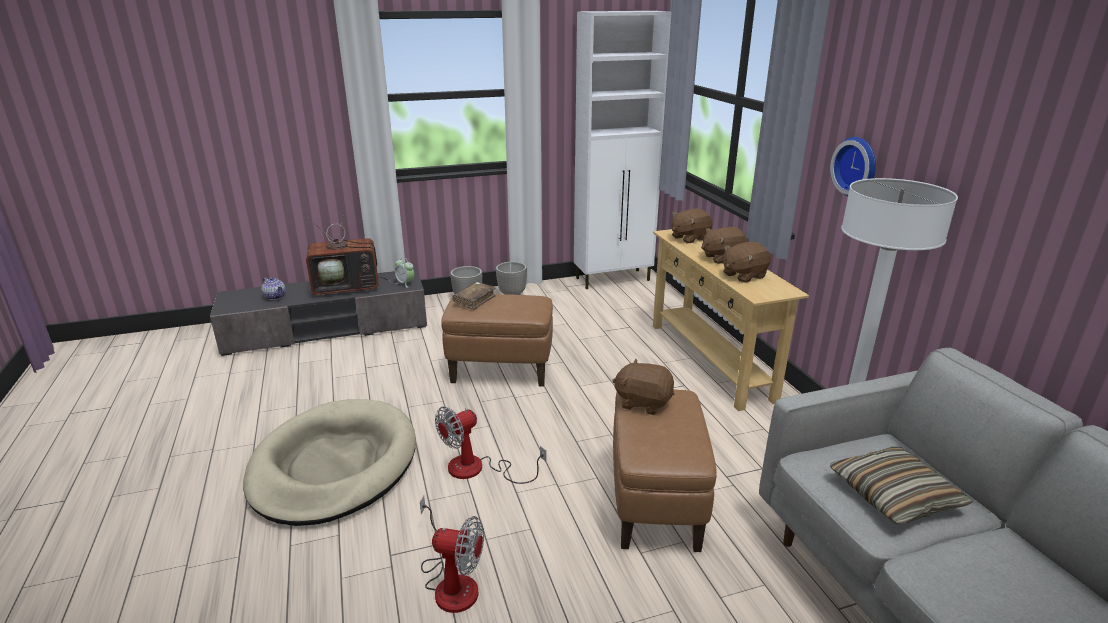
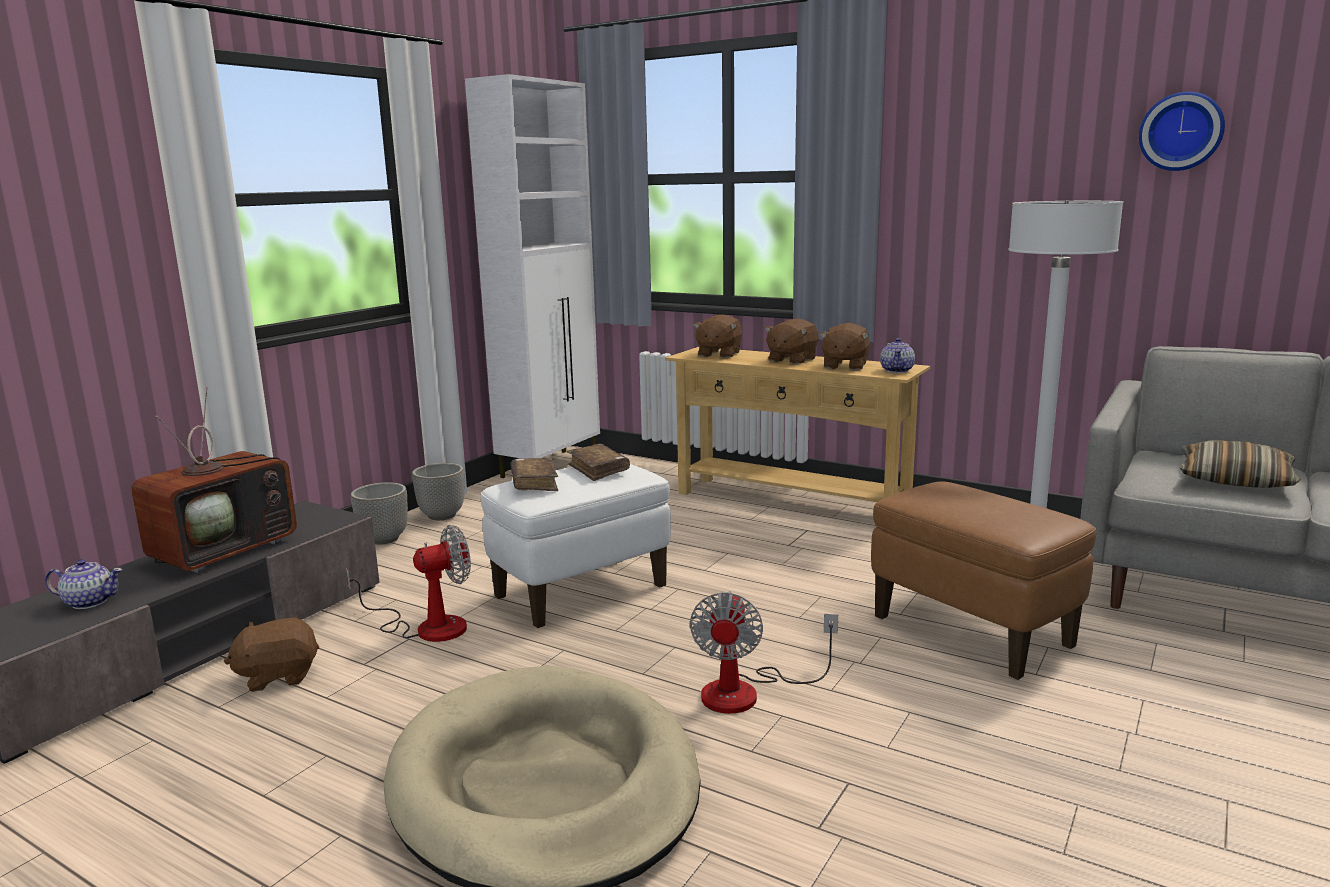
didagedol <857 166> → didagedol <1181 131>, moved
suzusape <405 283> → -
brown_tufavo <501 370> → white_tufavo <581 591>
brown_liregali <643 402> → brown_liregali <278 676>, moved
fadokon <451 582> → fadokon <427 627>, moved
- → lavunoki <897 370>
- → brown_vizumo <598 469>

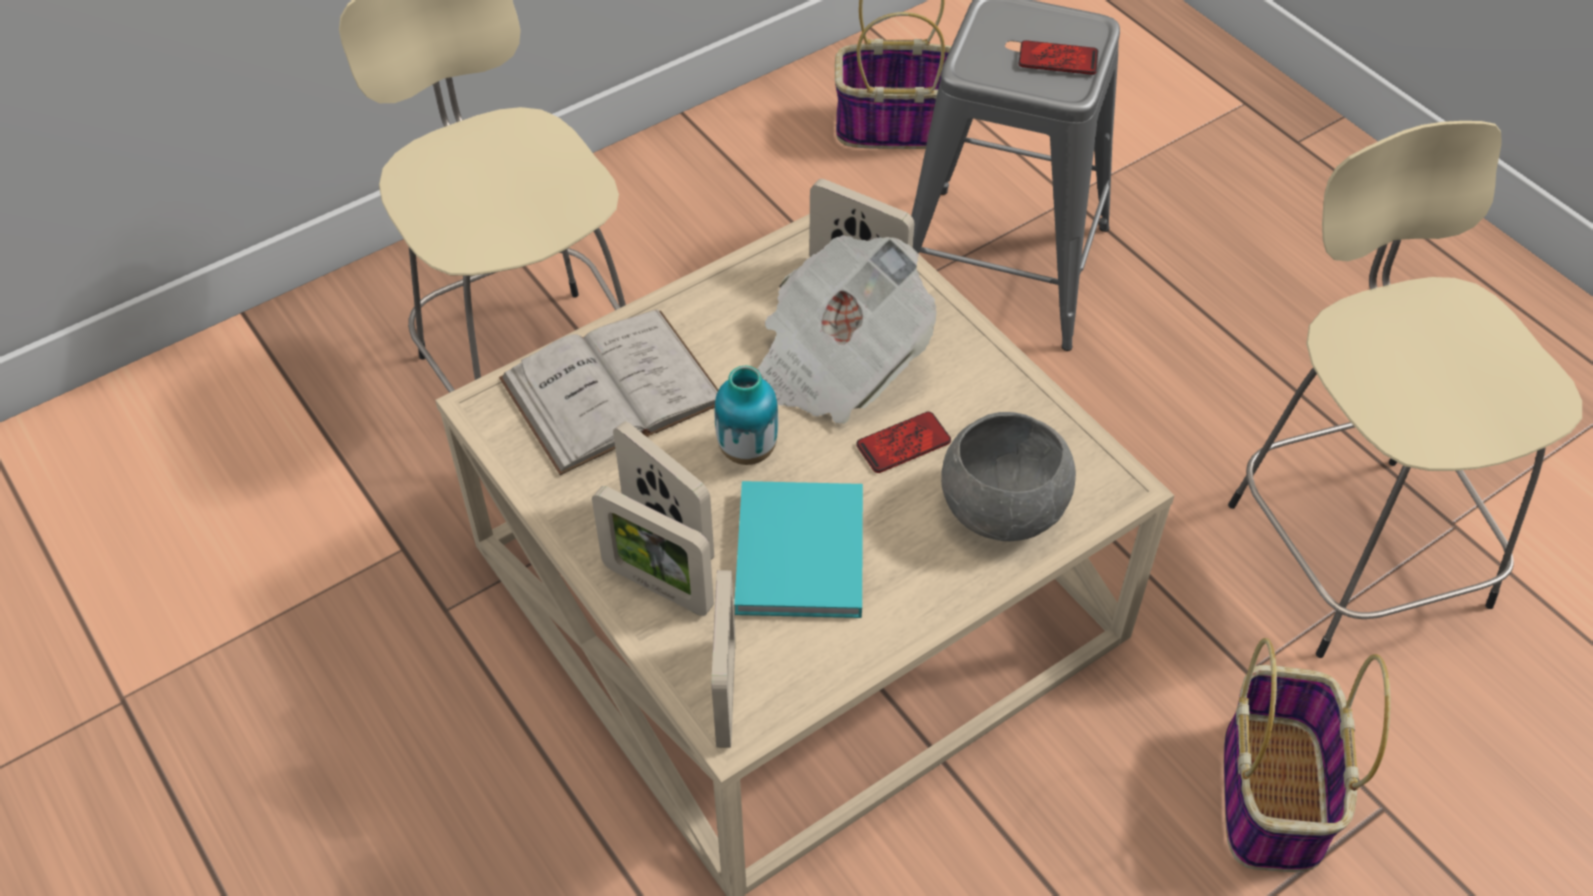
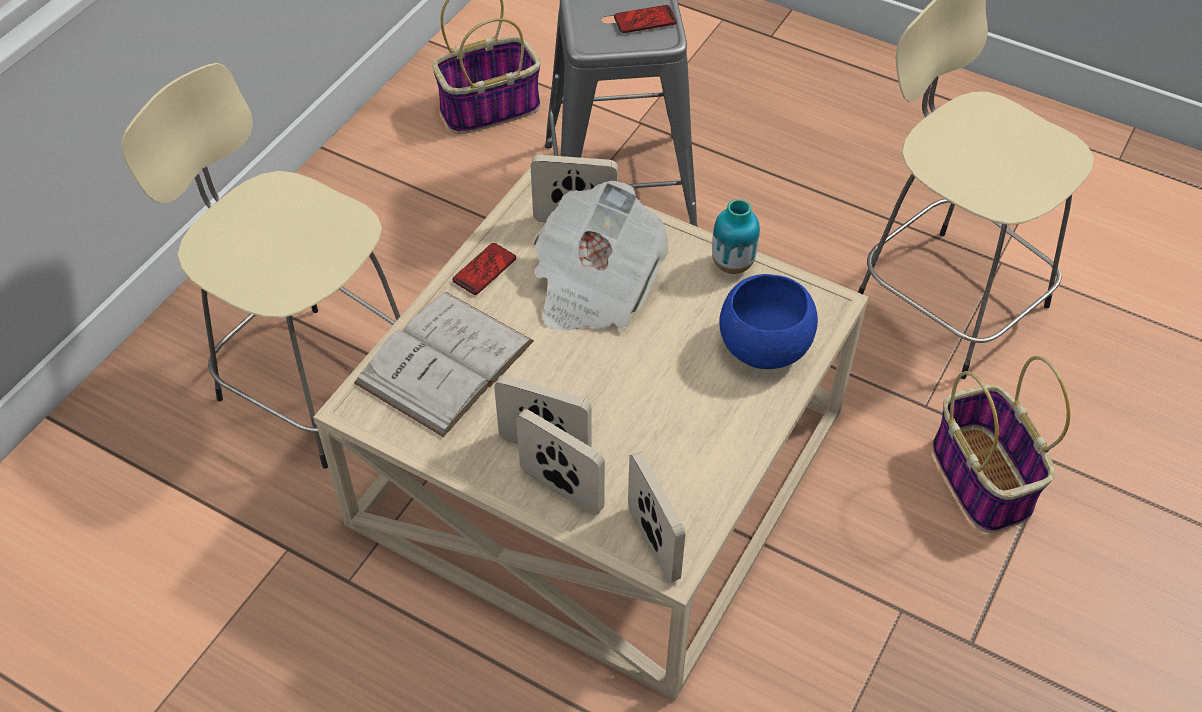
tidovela <747 450> → tidovela <732 264>, moved
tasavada <903 443> → tasavada <484 270>, moved
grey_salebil <1004 508> → blue_salebil <765 345>
turquoise_vizumo <800 557> → -
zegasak <658 587> → zegasak <561 489>, 150 degrees counterclockwise

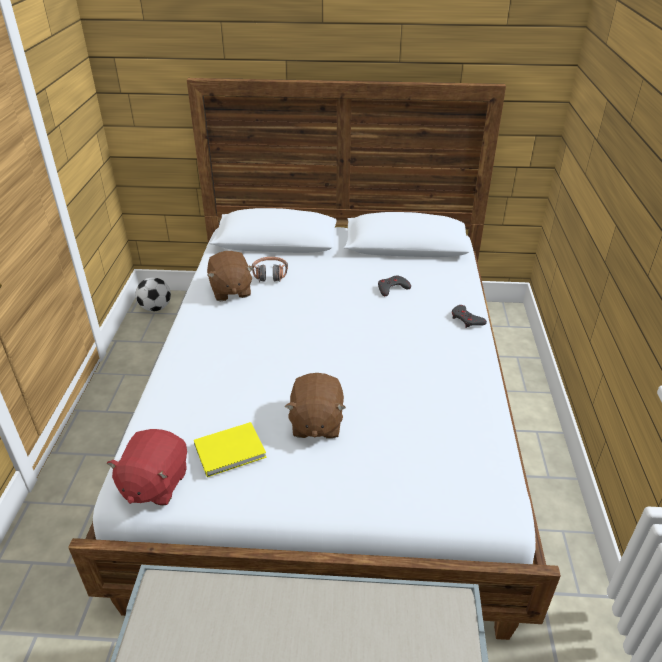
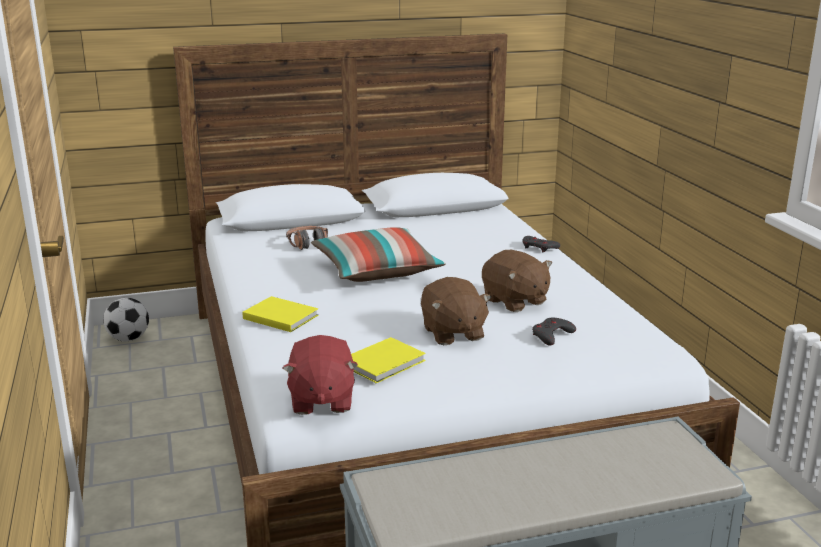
brown_liregali <230 290> → brown_liregali <515 301>, moved
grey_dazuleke <392 288> → grey_dazuleke <551 335>, moved
- → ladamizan <377 271>
- → yellow_vizumo <280 316>

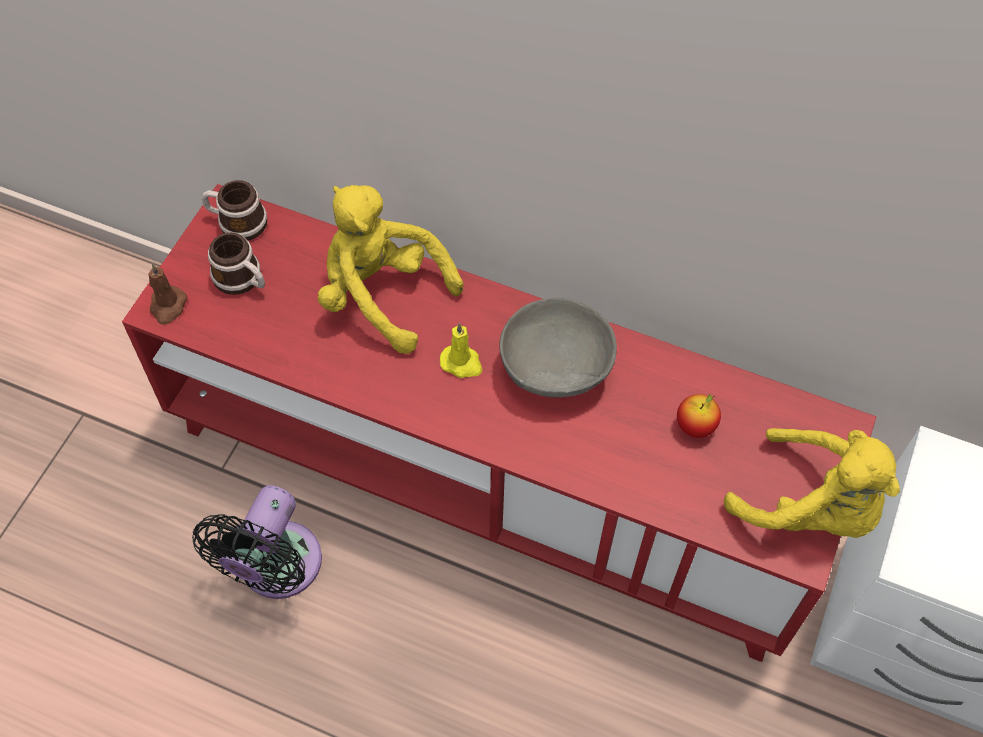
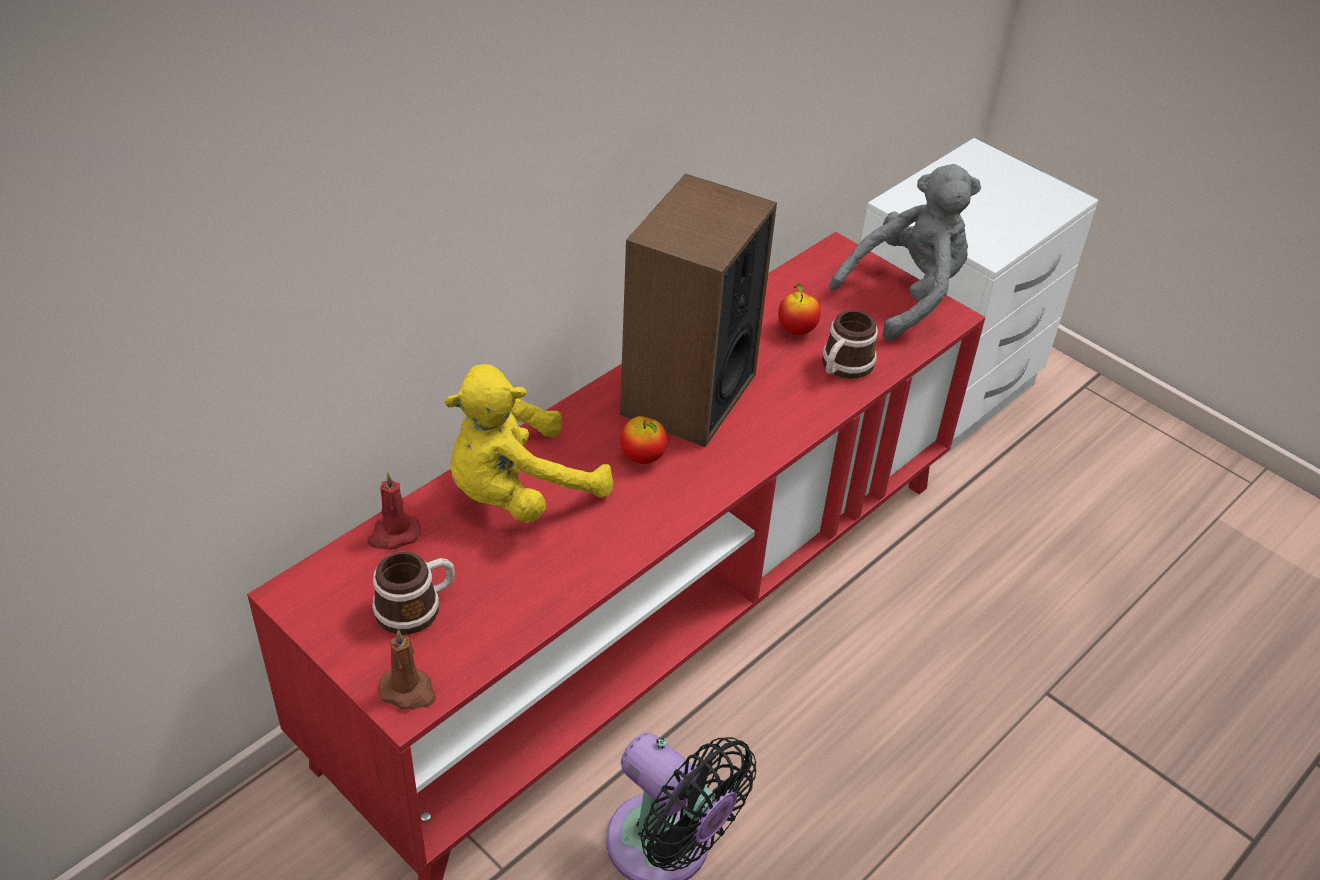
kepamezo <236 222> → kepamezo <843 367>, moved
grey_salebil <557 369> → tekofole <687 394>
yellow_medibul <462 363> → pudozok <643 457>
yellow_liregali <811 507> → grey_liregali <906 295>
- → red_medibul <393 534>

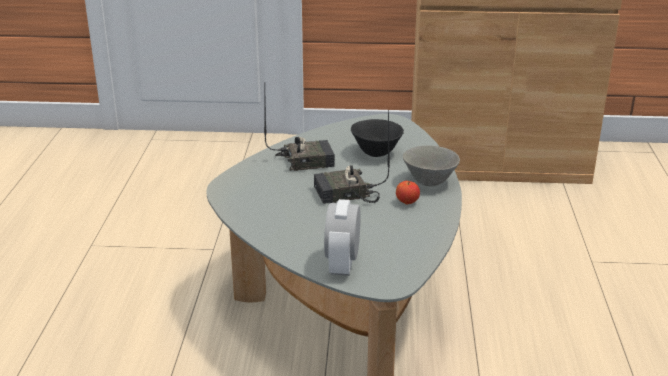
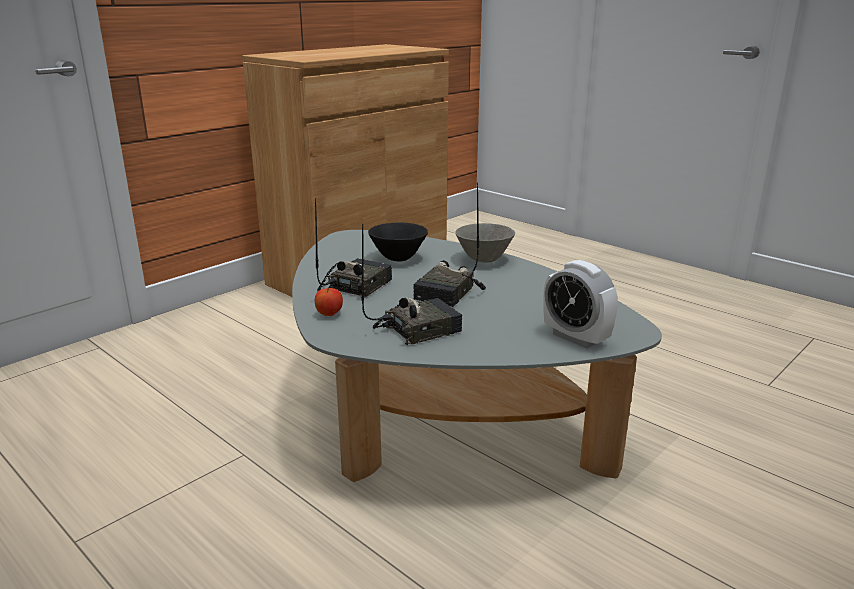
pudozok <407 202> → pudozok <329 314>, moved
- → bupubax <417 329>

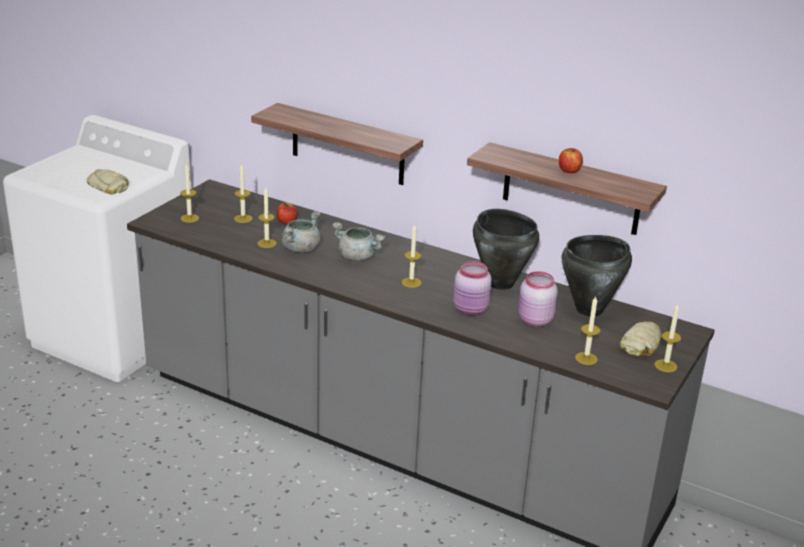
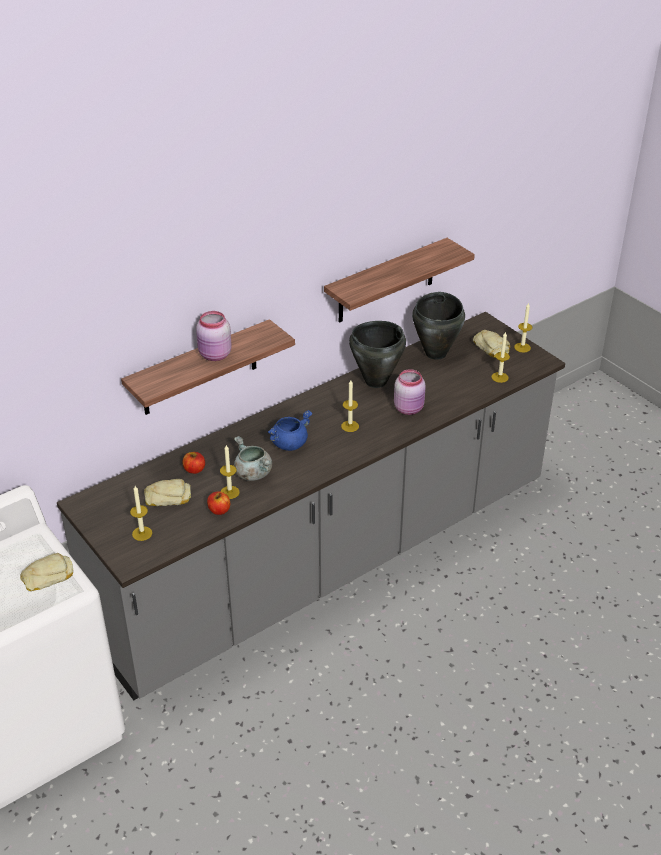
pudozok <569 170> → pudozok <219 510>, moved
medibul <243 218> → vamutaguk <168 496>
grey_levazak <358 257> → blue_levazak <289 443>
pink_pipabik <534 321> → pink_pipabik <215 355>, moved

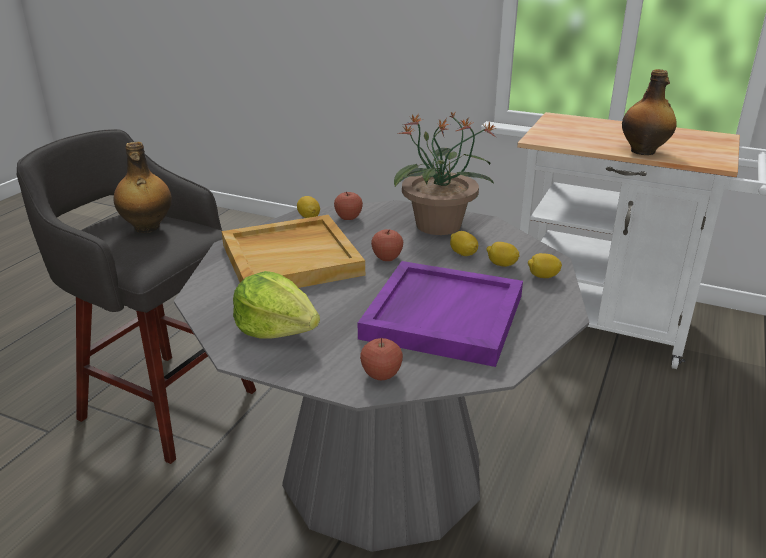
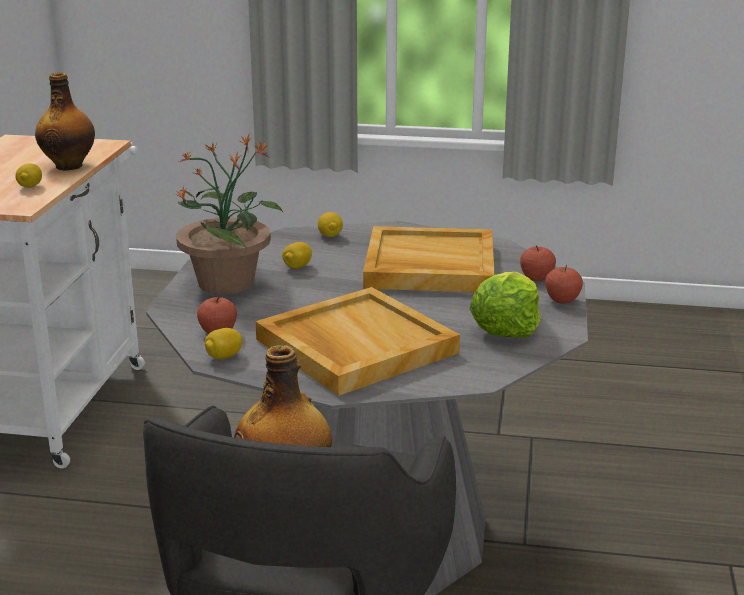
pudozok <387 258> → pudozok <562 300>, moved
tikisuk <501 264> → tikisuk <30 186>, moved
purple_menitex <442 315> → beige_menitex <428 266>

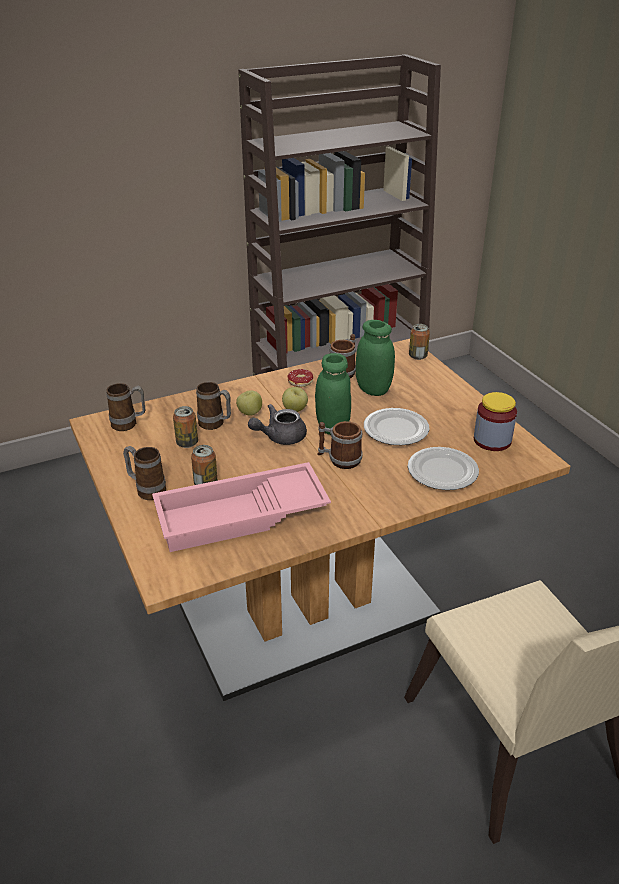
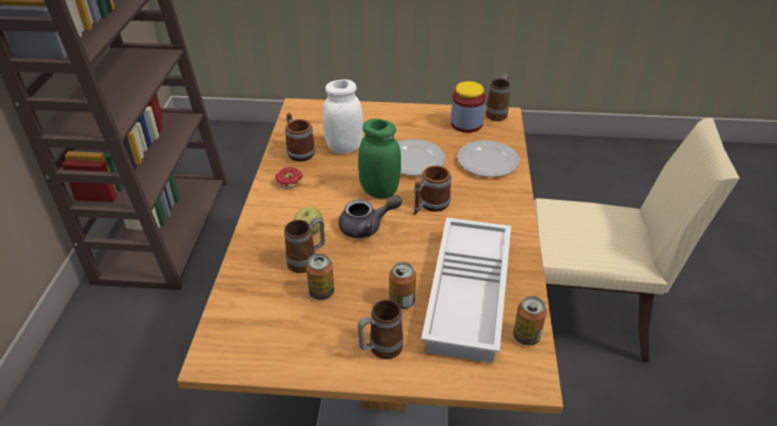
green_pipabik <373 389> → white_pipabik <344 148>
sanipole <418 356> → sanipole <526 336>, moved
kepamezo <129 424> → kepamezo <498 113>, moved
pudozok <295 410> → -
grey_lavunoki <279 437> → grey_lavunoki <367 227>, 105 degrees counterclockwise
pink_menitex <241 517> → white_menitex <470 295>

